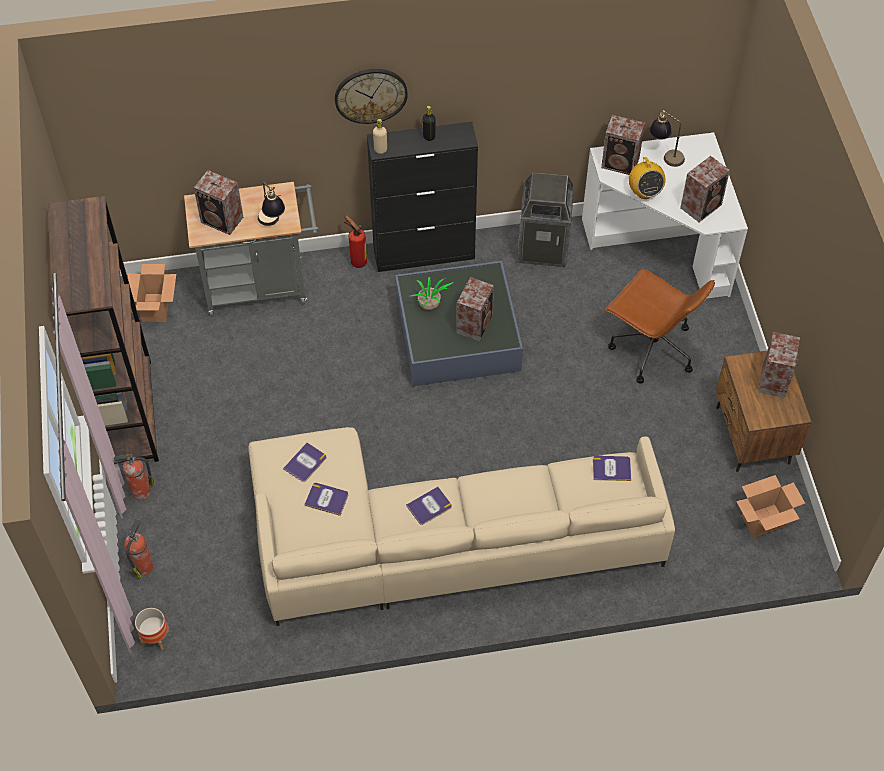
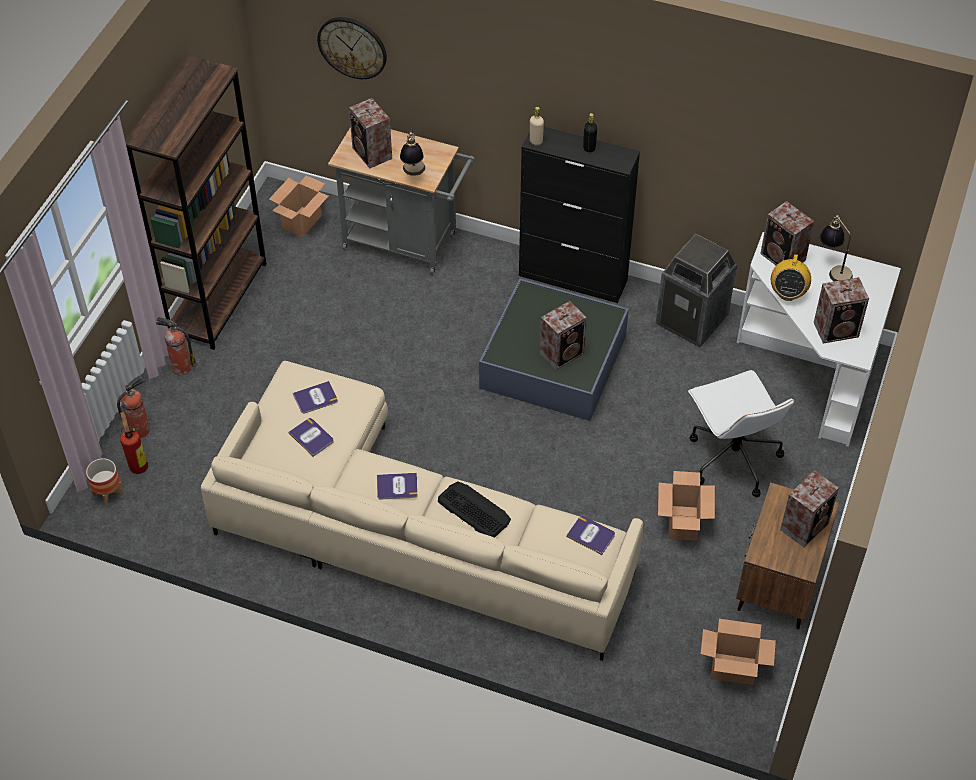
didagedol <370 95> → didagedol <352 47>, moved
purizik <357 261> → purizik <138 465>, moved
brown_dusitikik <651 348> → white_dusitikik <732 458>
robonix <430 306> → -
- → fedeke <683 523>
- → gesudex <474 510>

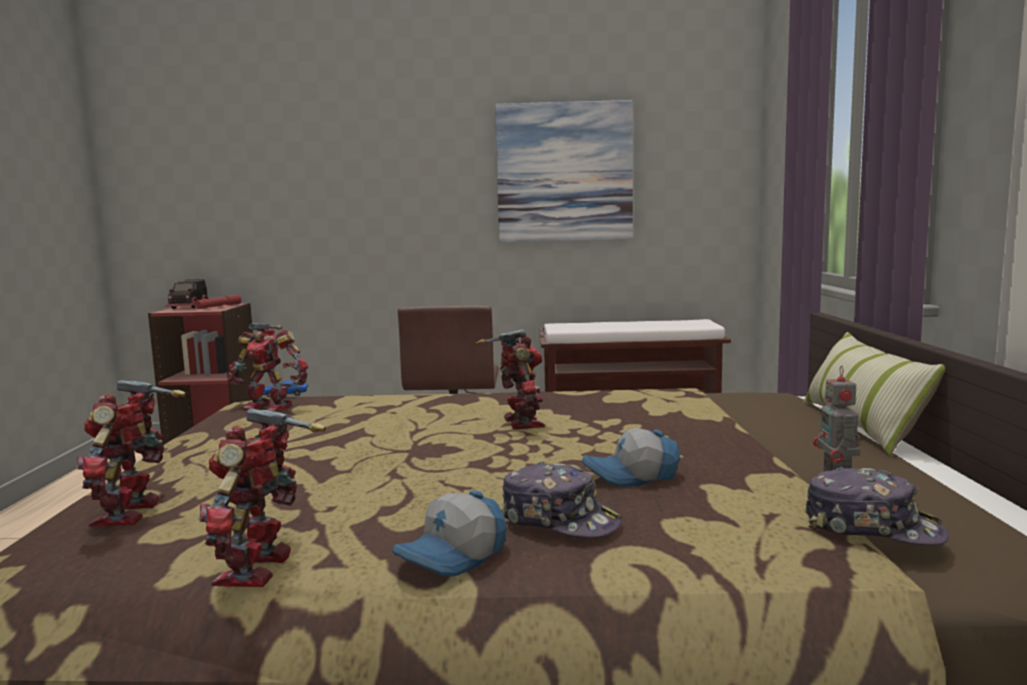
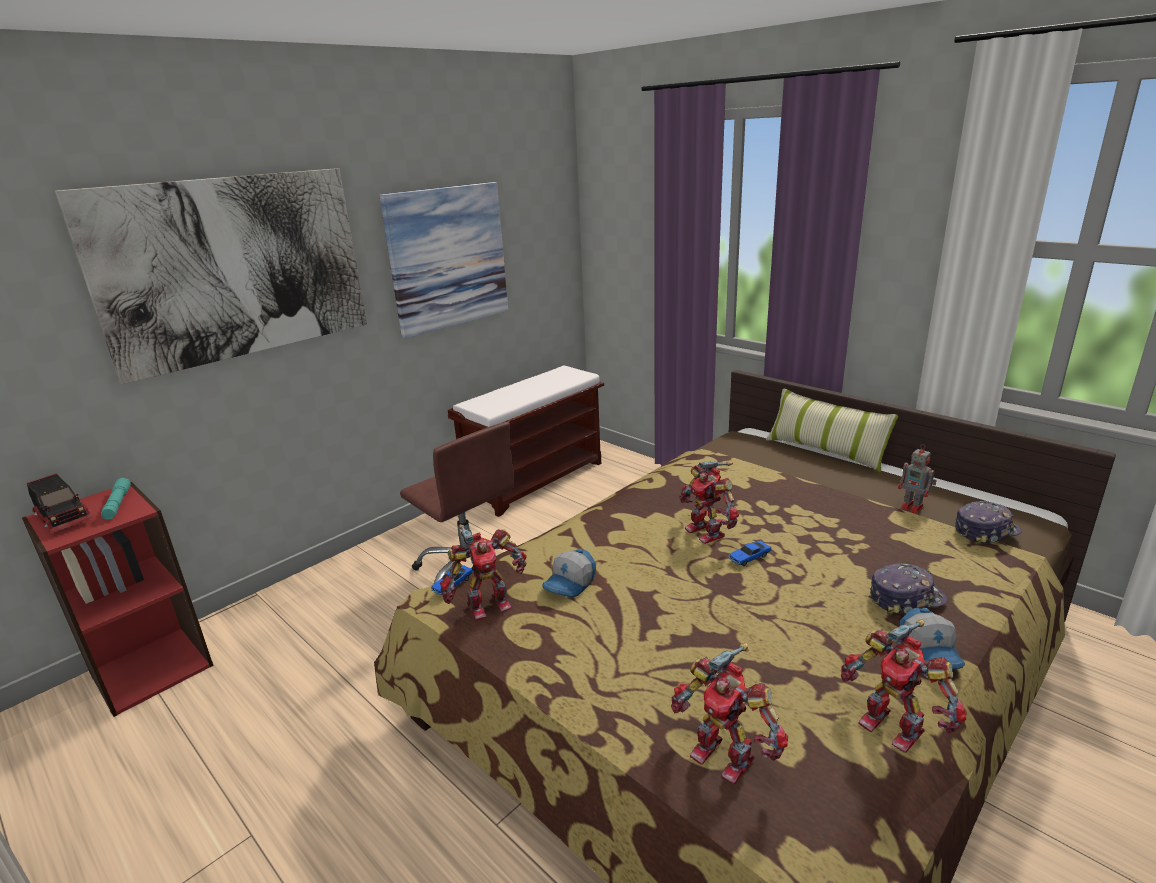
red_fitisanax <218 306> → turquoise_fitisanax <118 504>
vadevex <519 423> → vadevex <707 531>, 150 degrees counterclockwise
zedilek <632 477> → zedilek <570 583>, moved
- → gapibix <235 268>
- → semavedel <749 557>

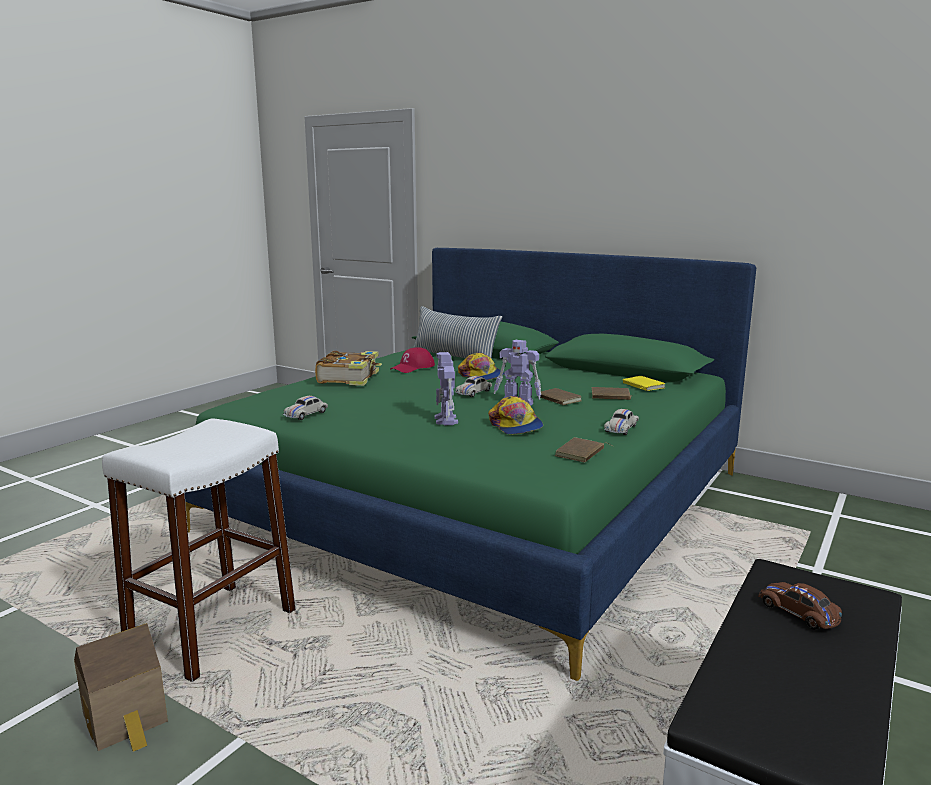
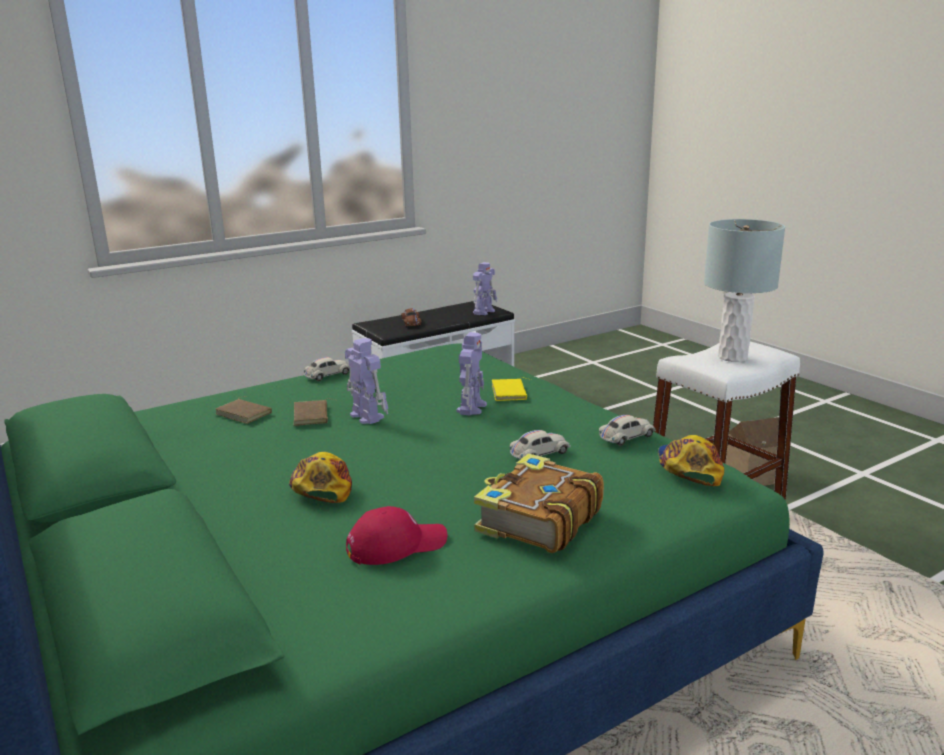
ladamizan <454 357> → -
white_semavedel <473 392> → white_semavedel <539 453>, moved
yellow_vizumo <642 386> → yellow_vizumo <510 392>, moved
zedilek <515 426> → zedilek <688 468>, moved
brown_vizumo <581 453> → -
- → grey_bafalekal <733 357>
- → vadevex <484 312>

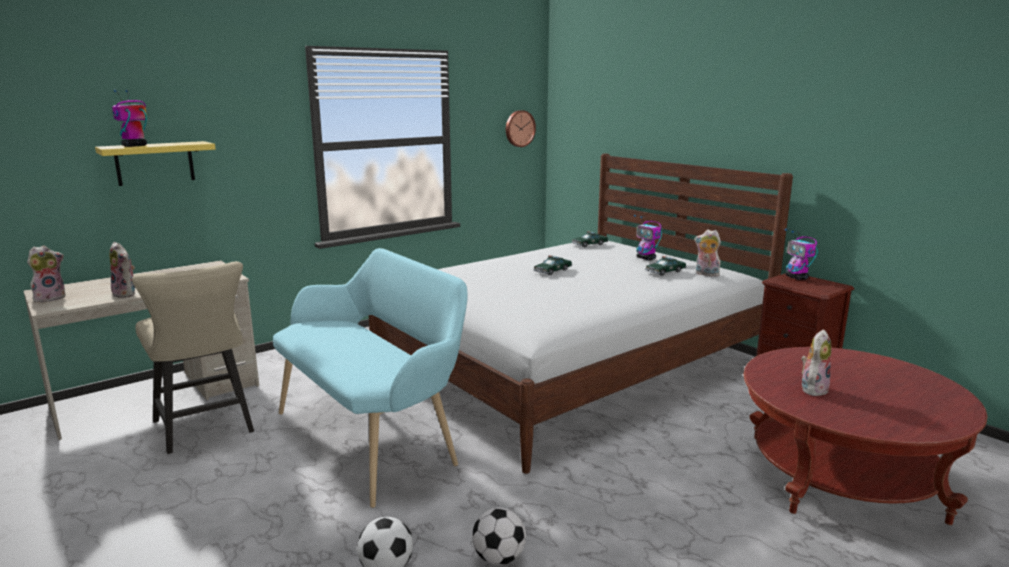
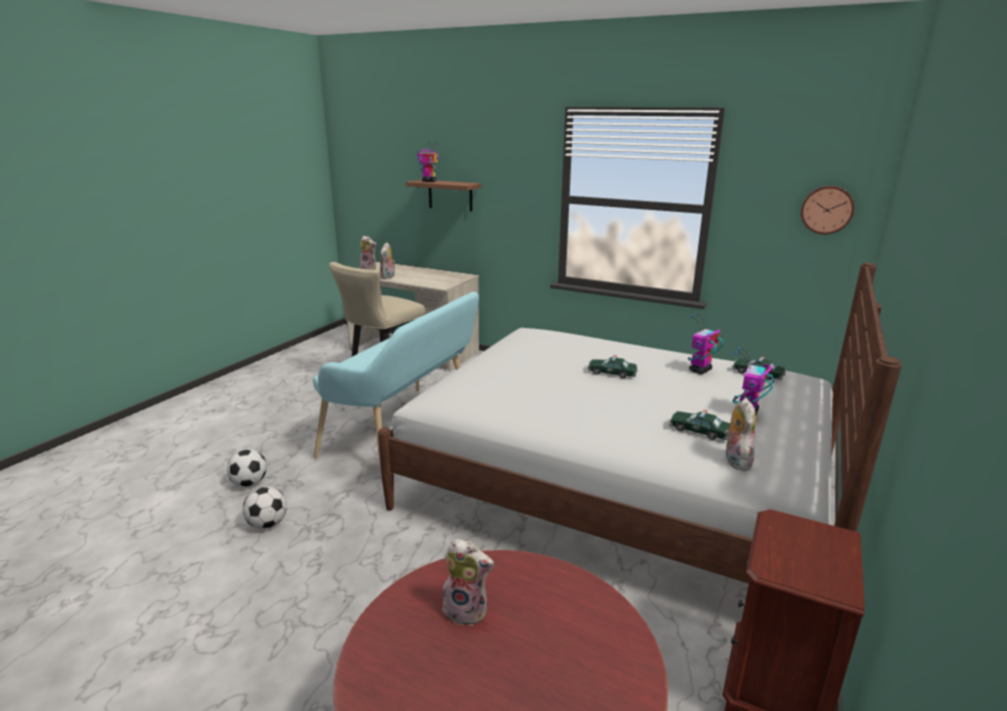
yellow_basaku <155 163> → brown_basaku <450 195>
vadevex <797 278> → vadevex <700 370>, moved

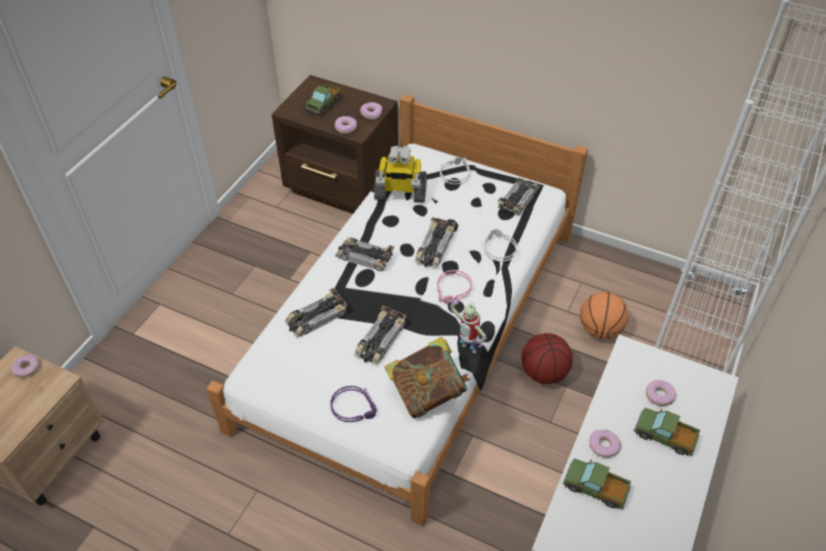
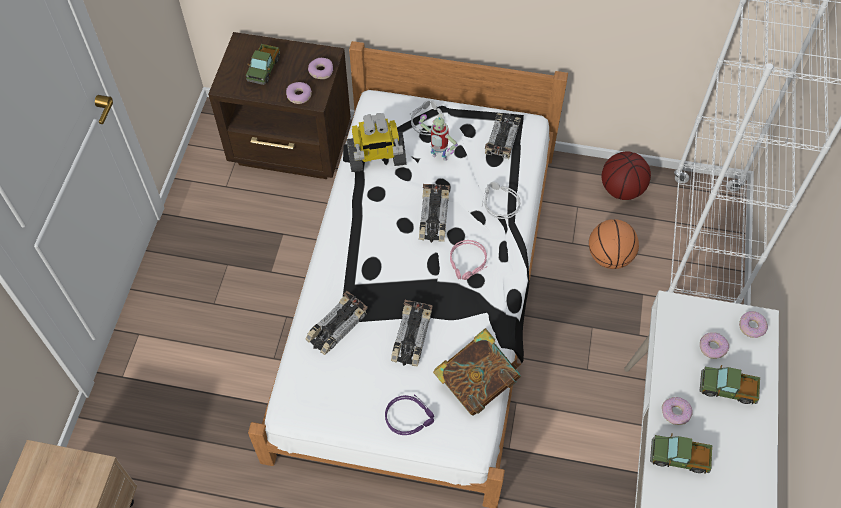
semavedel <364 257> → -
vadevex <467 349> → vadevex <438 159>, moved
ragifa <543 373> → ragifa <621 190>, moved
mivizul <27 368> → mivizul <752 327>, moved

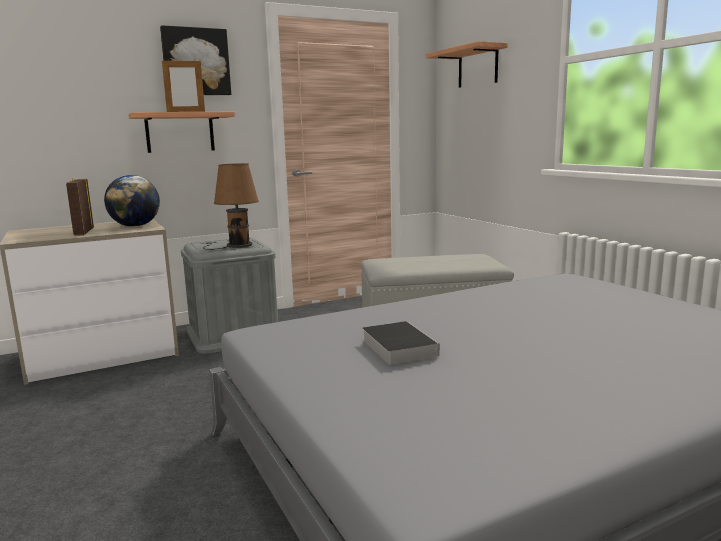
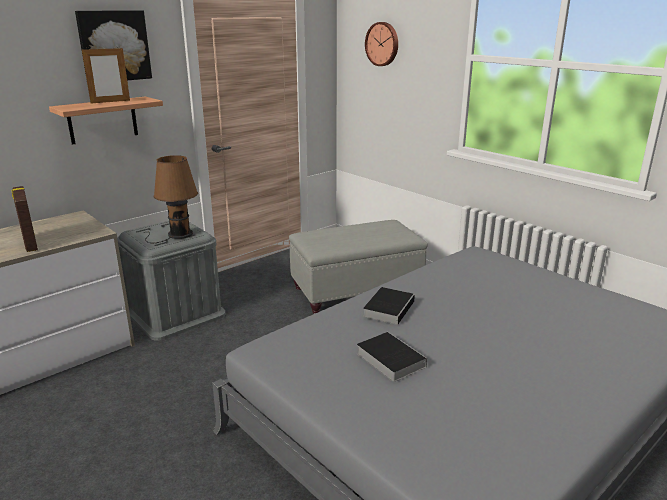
basaku <478 67> → didagedol <383 44>
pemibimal <135 226> → -
- → vizumo <389 308>

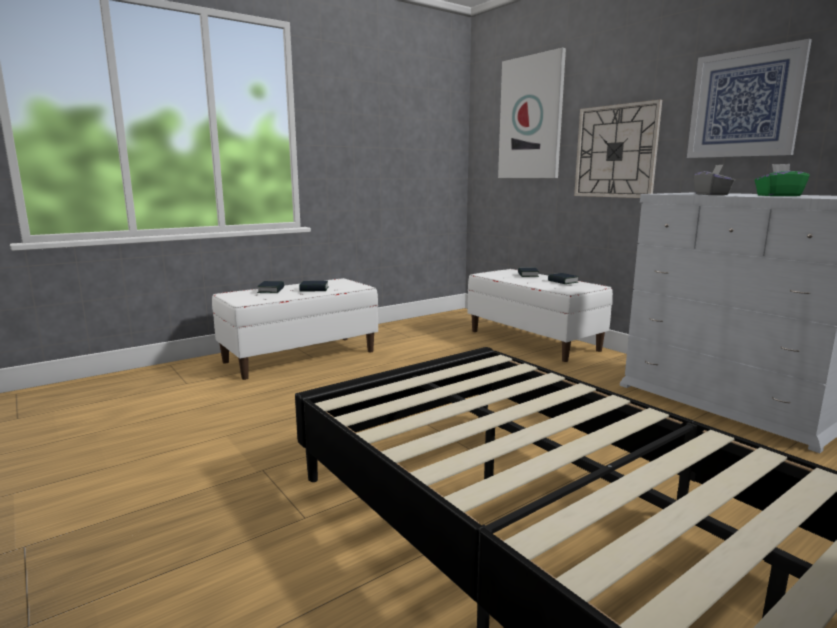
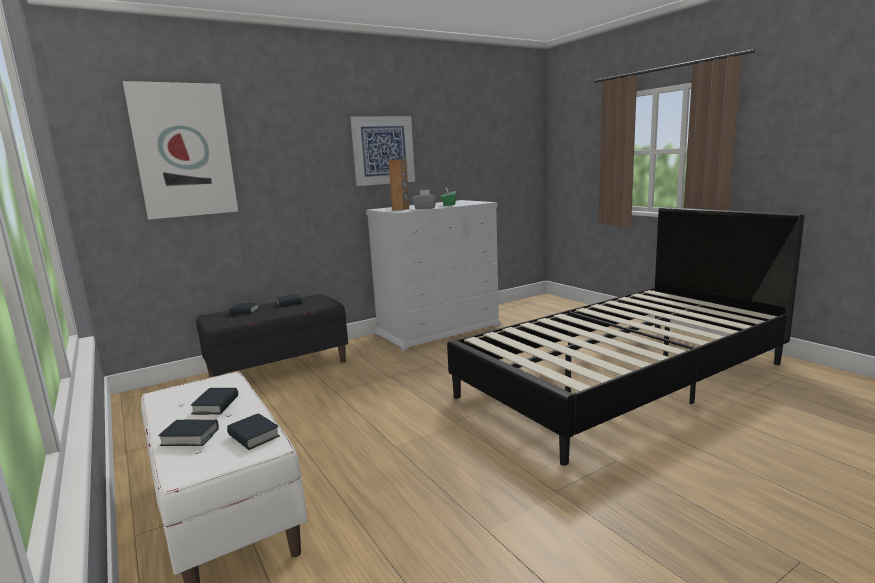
didagedol <615 151> → -
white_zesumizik <533 340> → black_zesumizik <278 368>
- → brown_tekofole <401 209>
- → vizumo <253 436>

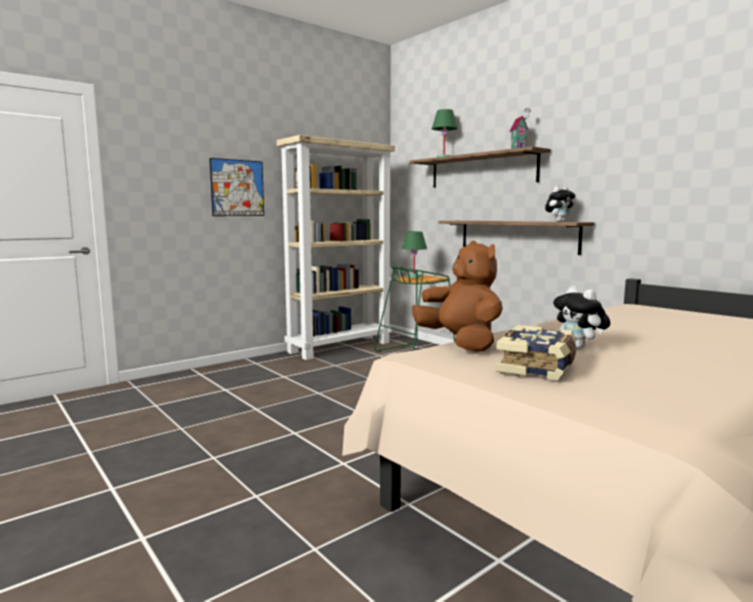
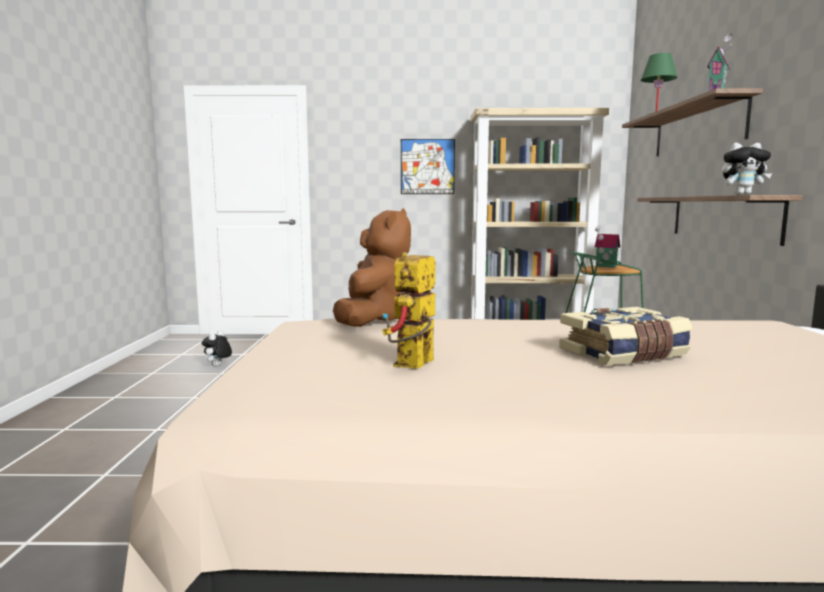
green_bafalekal <414 276> → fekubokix <605 266>
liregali <579 347> → liregali <218 366>, moved
vizumo <538 367> → vizumo <624 354>, moved
- → vadevex <413 366>

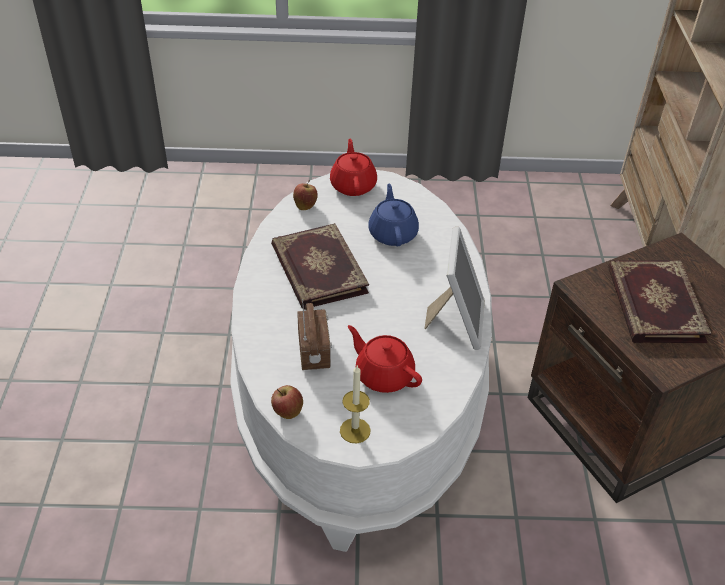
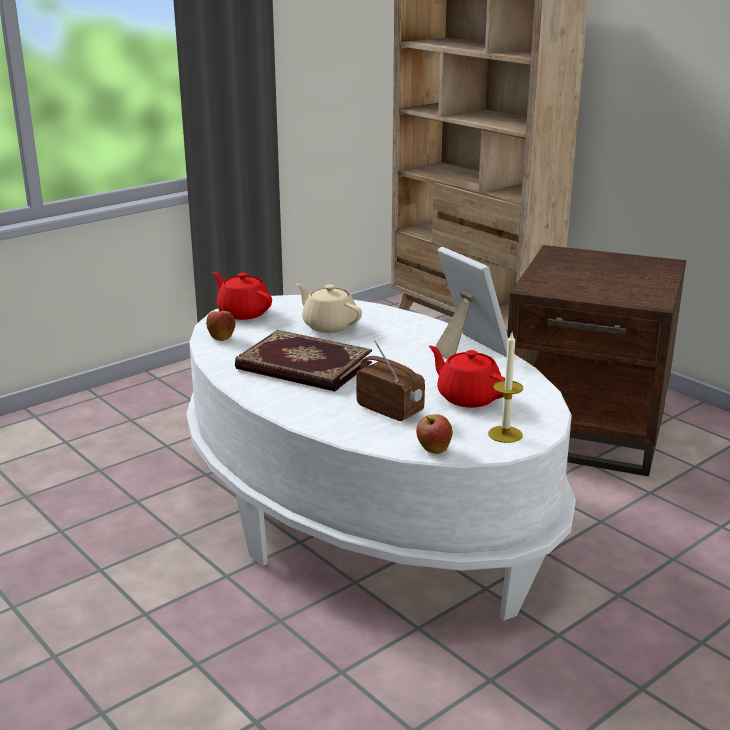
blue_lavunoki <393 233> → beige_lavunoki <329 325>
vizumo <653 304> → -
red_lavunoki <383 374> → red_lavunoki <468 397>, 45 degrees clockwise

